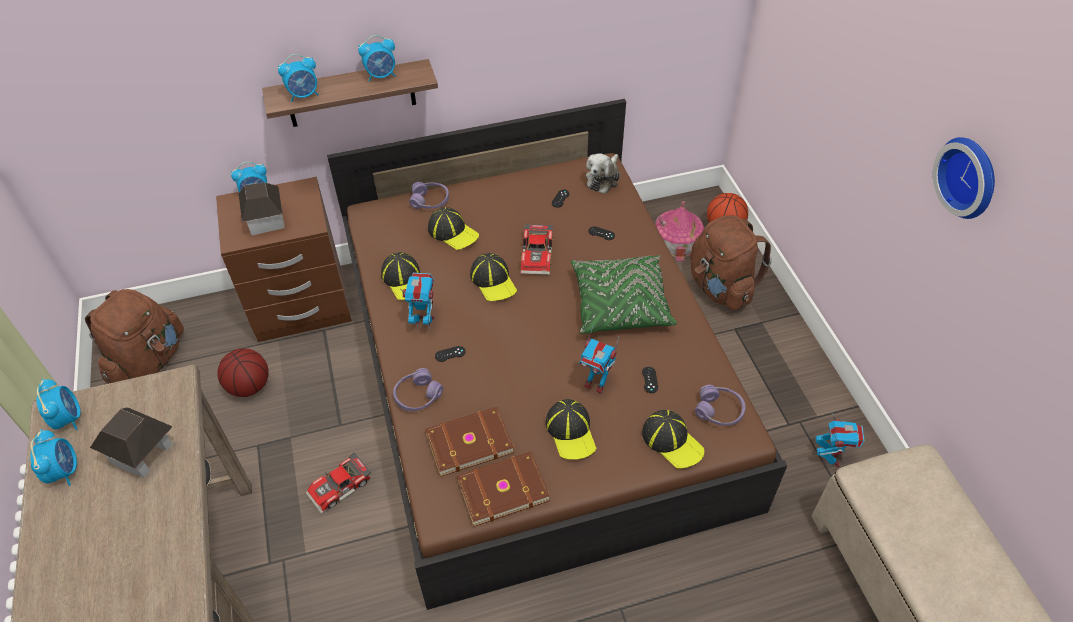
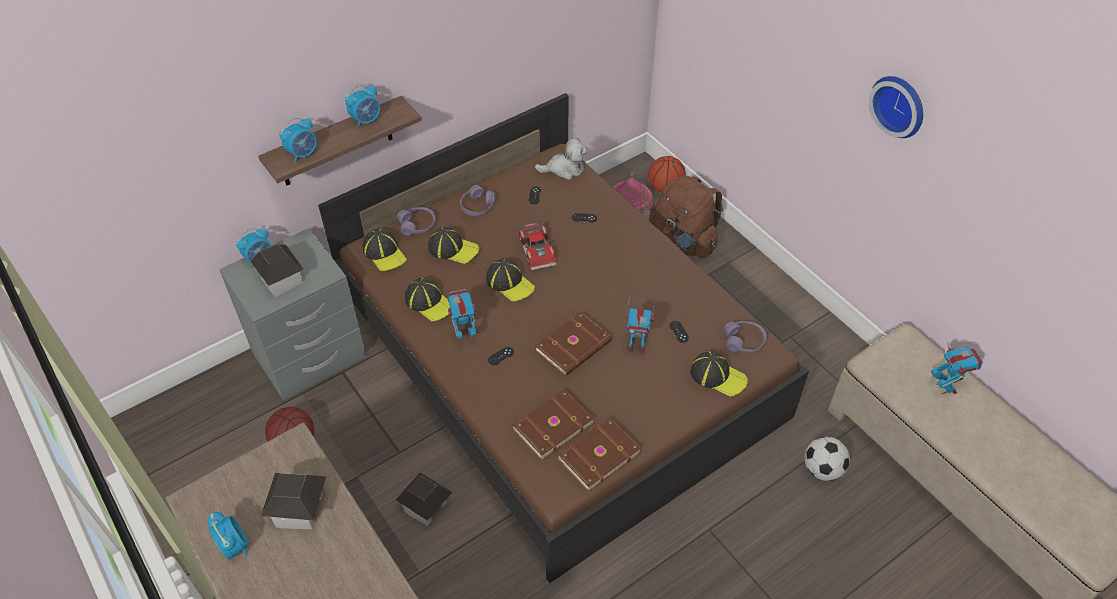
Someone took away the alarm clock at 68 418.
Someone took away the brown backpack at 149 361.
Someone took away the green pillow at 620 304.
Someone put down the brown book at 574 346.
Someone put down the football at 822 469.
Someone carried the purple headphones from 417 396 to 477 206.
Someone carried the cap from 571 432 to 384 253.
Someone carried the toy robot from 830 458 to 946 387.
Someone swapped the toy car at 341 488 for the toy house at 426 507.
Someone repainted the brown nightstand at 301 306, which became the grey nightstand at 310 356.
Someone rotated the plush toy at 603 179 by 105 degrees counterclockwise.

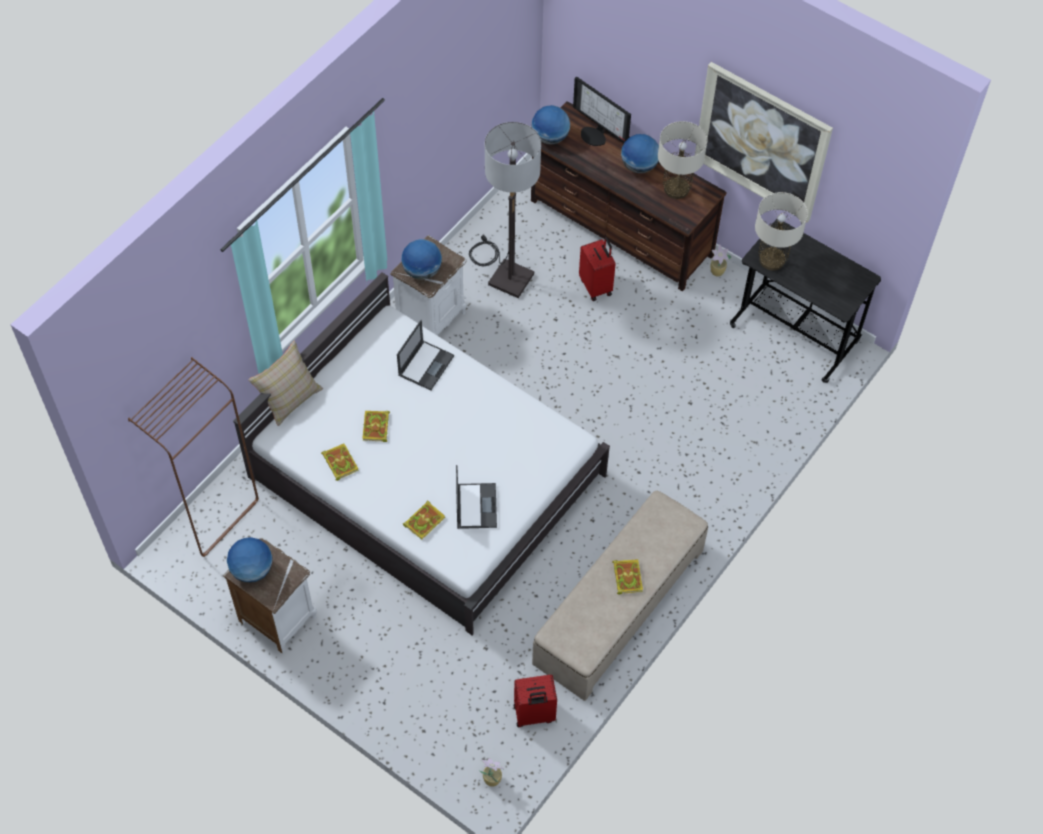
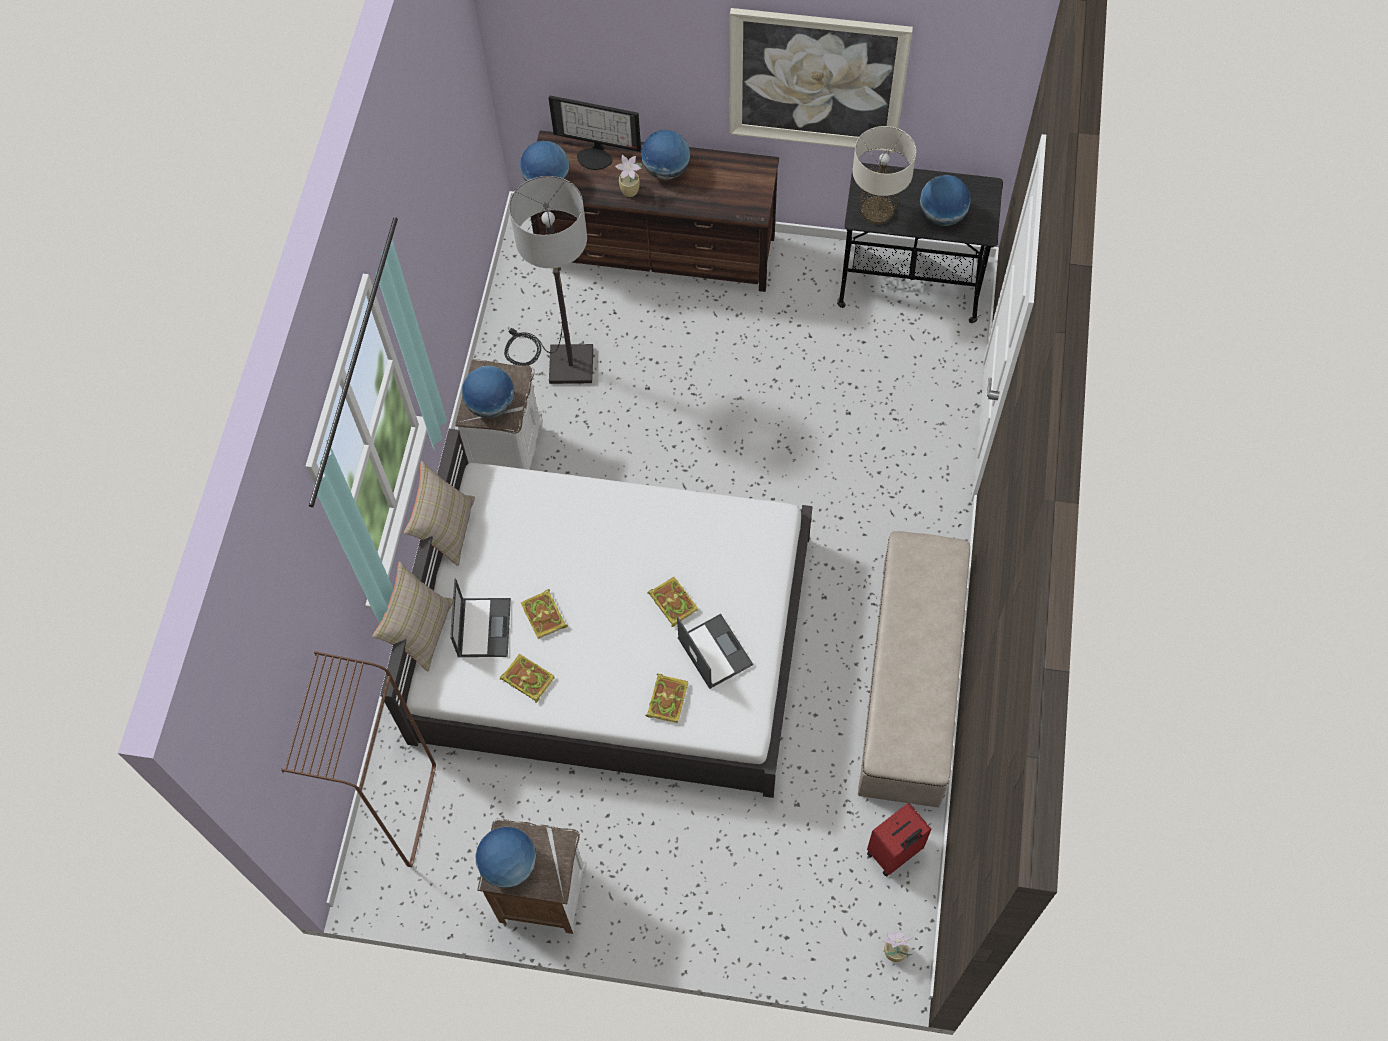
Someone took away the red suitcase at 596 286.
Someone took away the table lamp at 676 189.
Someone put down the beige pillow at 446 528.
Someone put down the globe at 942 215.
Someone carried the laptop from 426 365 to 483 627.
Someone carried the book from 627 576 to 672 602.
Someone carried the potted plant from 717 272 to 630 191.

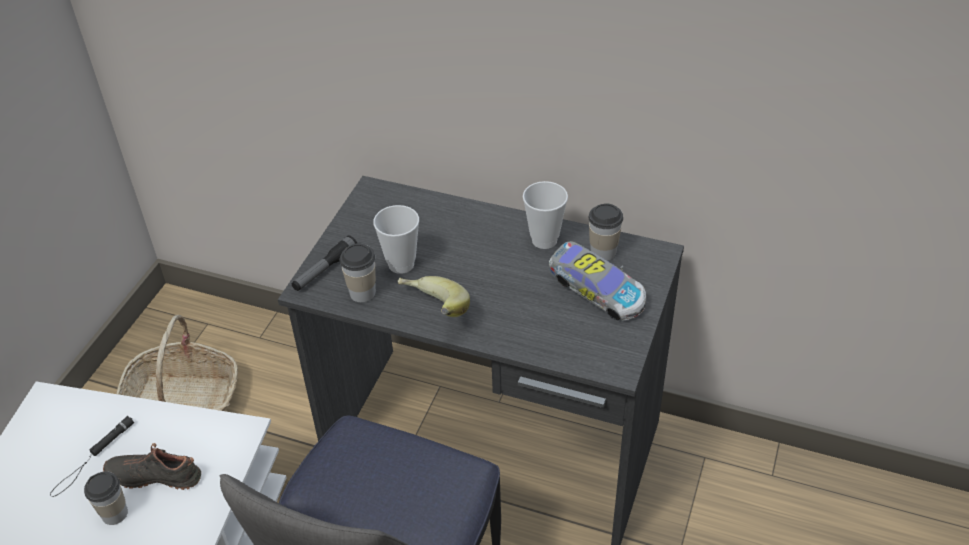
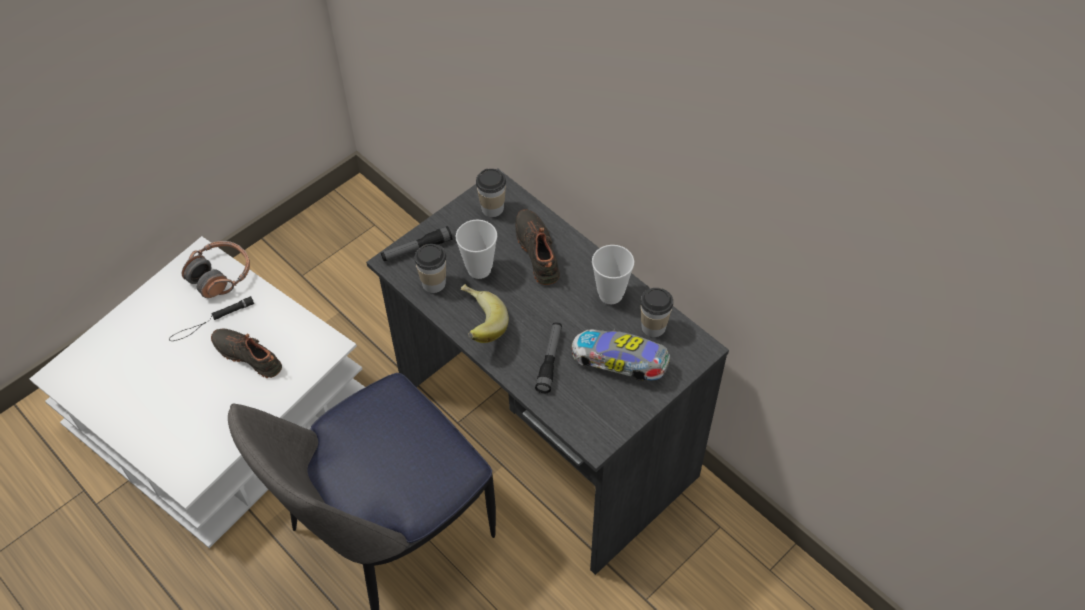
Someone took away the basket at 183 399.
Someone put down the headphones at 220 275.
Someone put down the black shoe at 539 251.
Someone put down the flashlight at 550 360.
Someone carried the cup from 115 513 to 492 208.
Someone rotated the toy car at 594 292 by 135 degrees clockwise.

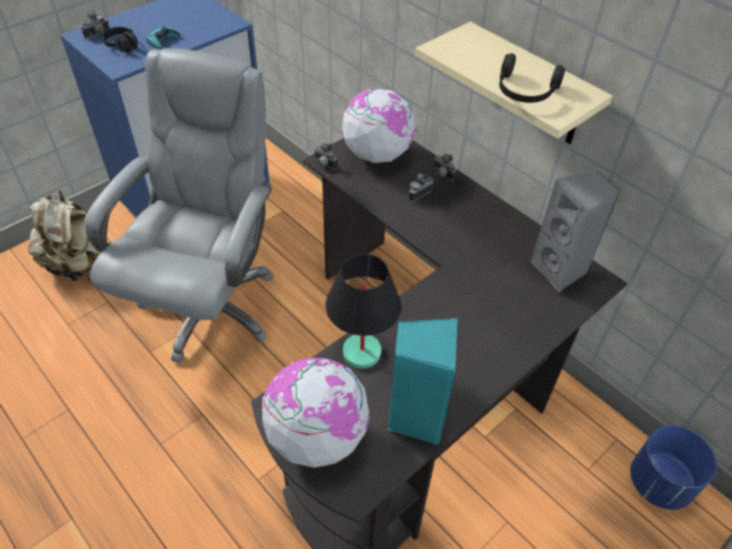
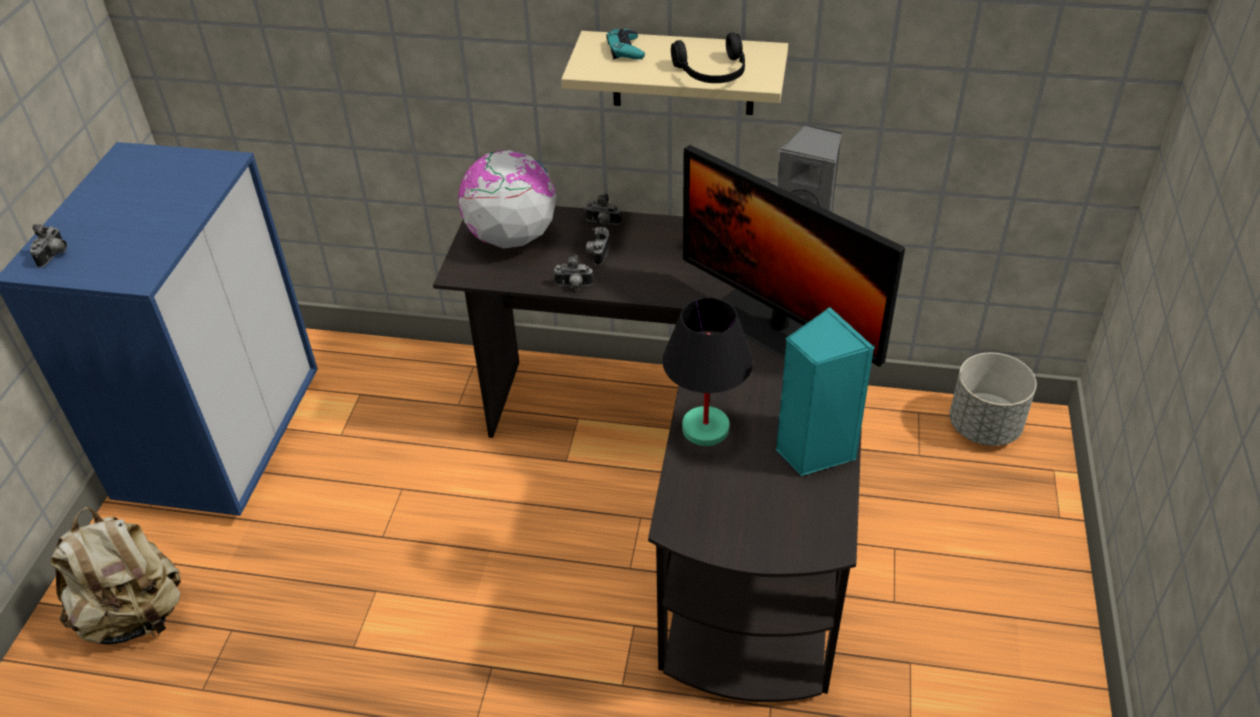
Someone took away the grey office chair at 209 309.
Someone took away the black headphones at 126 48.
Someone took away the globe at 317 437.
Someone put down the monitor at 777 328.
Someone carried the turquoise game controller from 163 41 to 625 50.
Someone carried the photo camera from 324 164 to 573 286.
Someone repainted the blue planter at 659 483, which became the grey planter at 985 426.

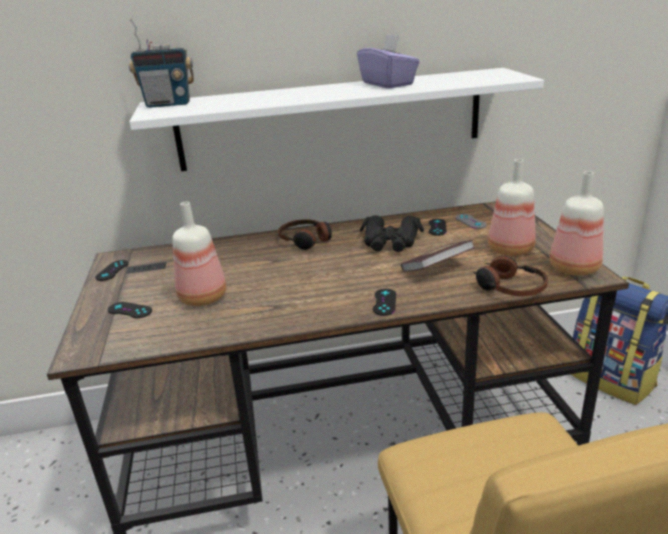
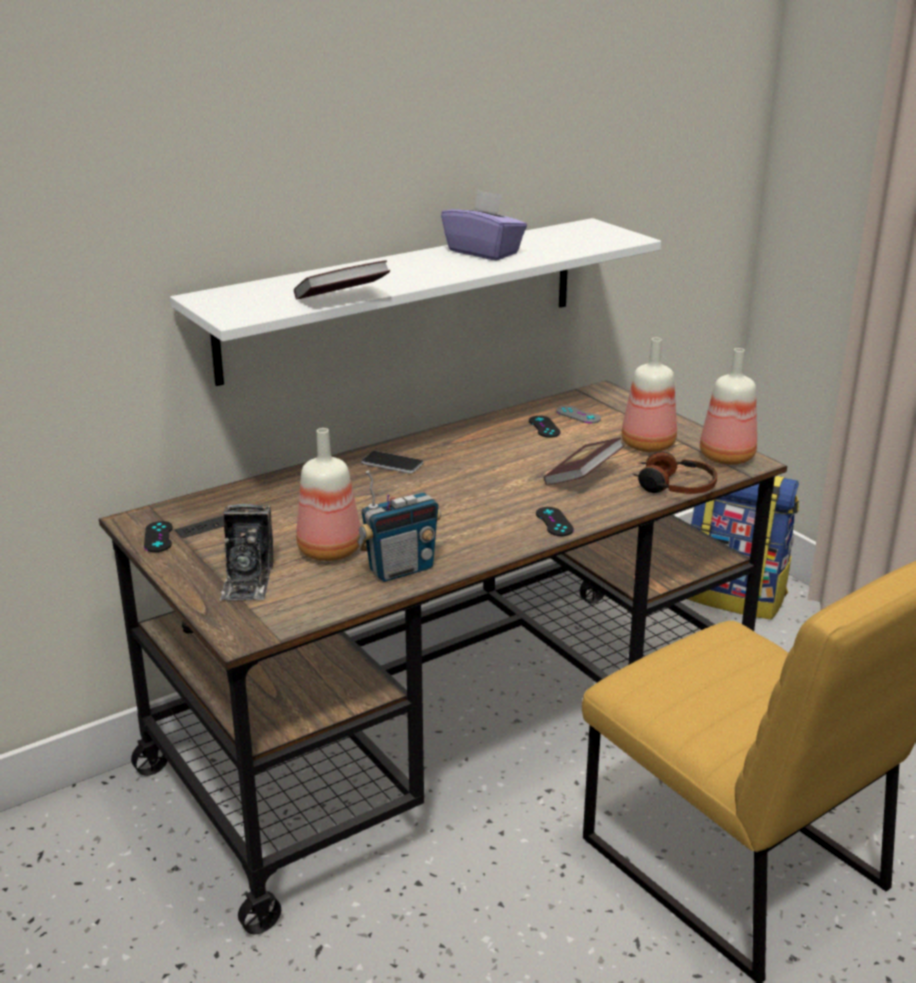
Someone took away the black binoculars at 390 242.
Someone put down the book at 342 299.
Someone carried the radio from 168 104 to 400 569.
Someone swapped the black game controller at 130 310 for the photo camera at 247 579.
Someone swapped the headphones at 306 240 for the phone at 392 463.

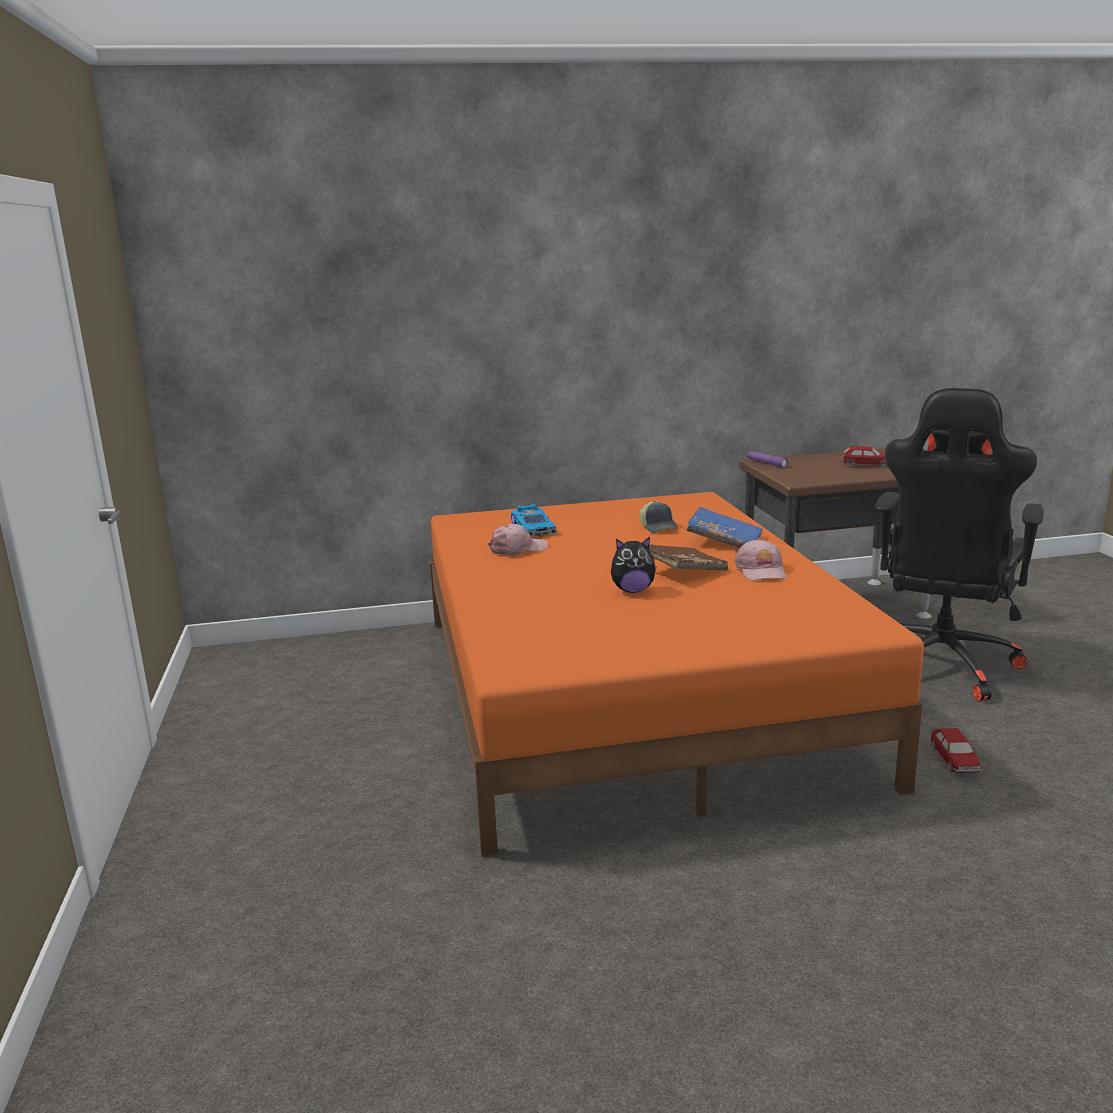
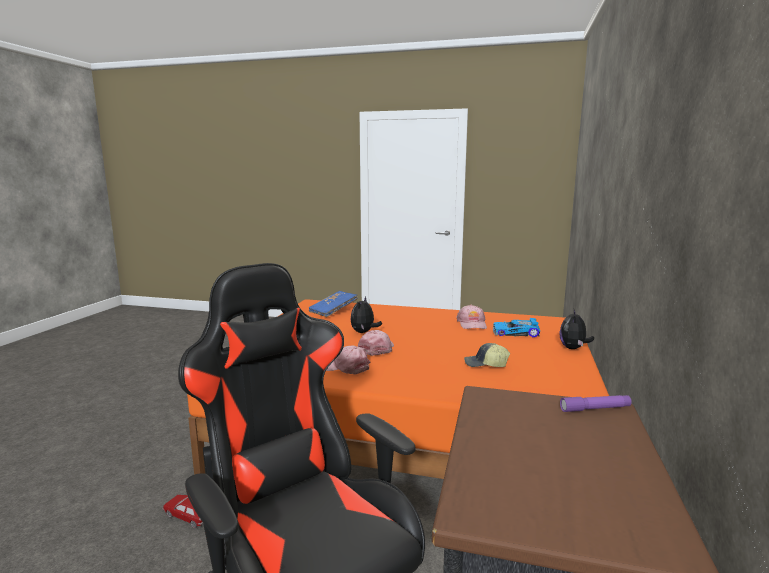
Someone took away the toy car at 867 465.
Someone put down the plush toy at 573 348.
Someone carried the blue book from 724 541 to 333 311.
Someone swapped the brown book at 683 571 for the pink cap at 377 348.

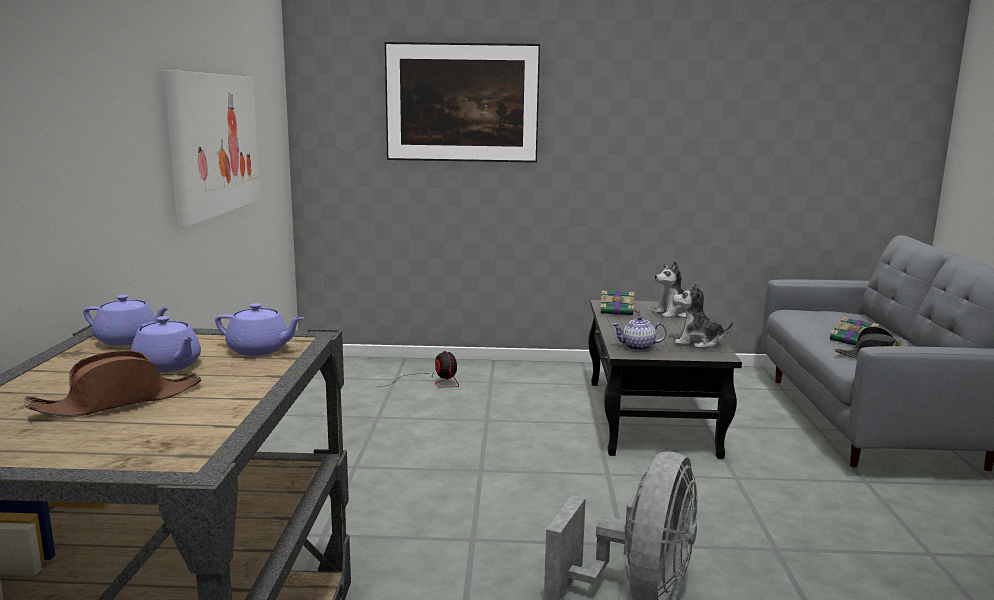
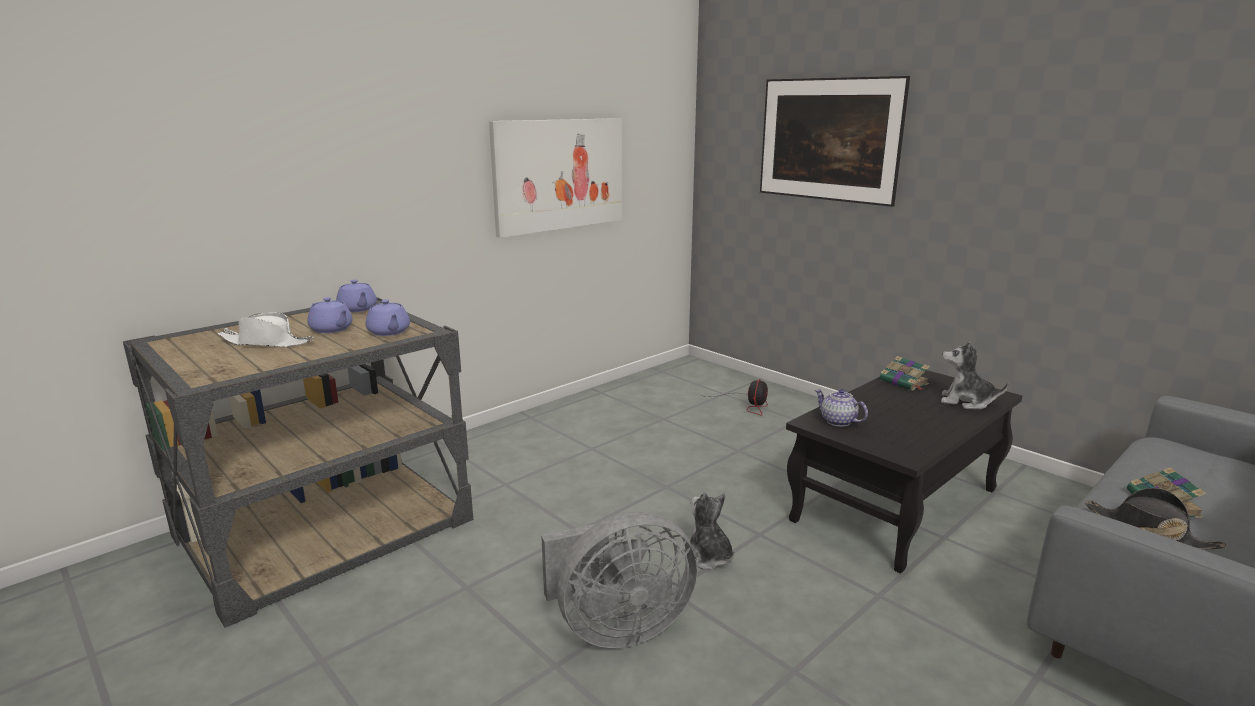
Someone carried the plush toy from 697 342 to 708 557.
Someone repainted the brown hat at 119 401, which became the white hat at 267 343.
Someone rotated the purple teapot at 168 366 by 45 degrees counterclockwise.

